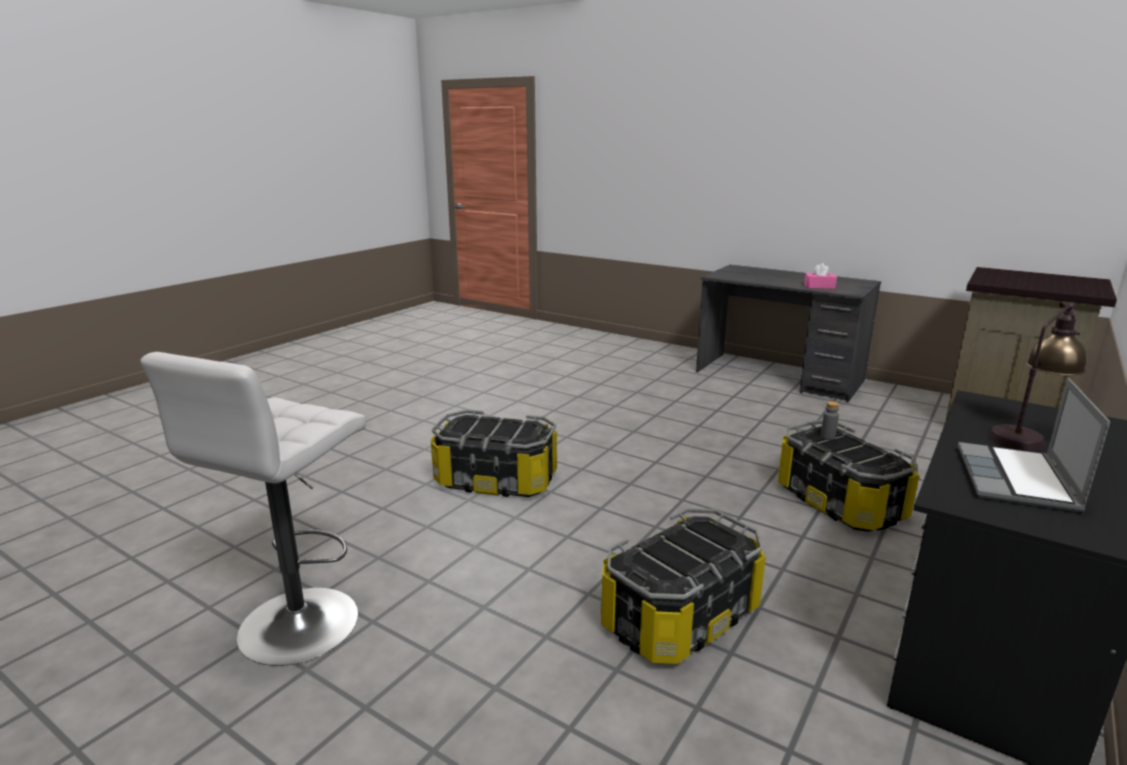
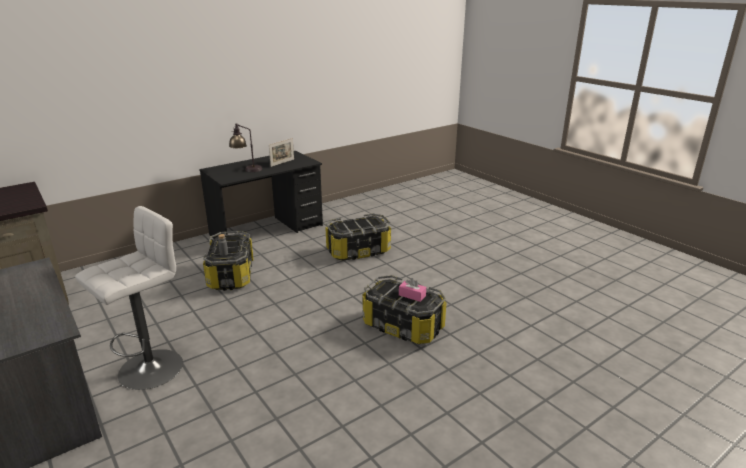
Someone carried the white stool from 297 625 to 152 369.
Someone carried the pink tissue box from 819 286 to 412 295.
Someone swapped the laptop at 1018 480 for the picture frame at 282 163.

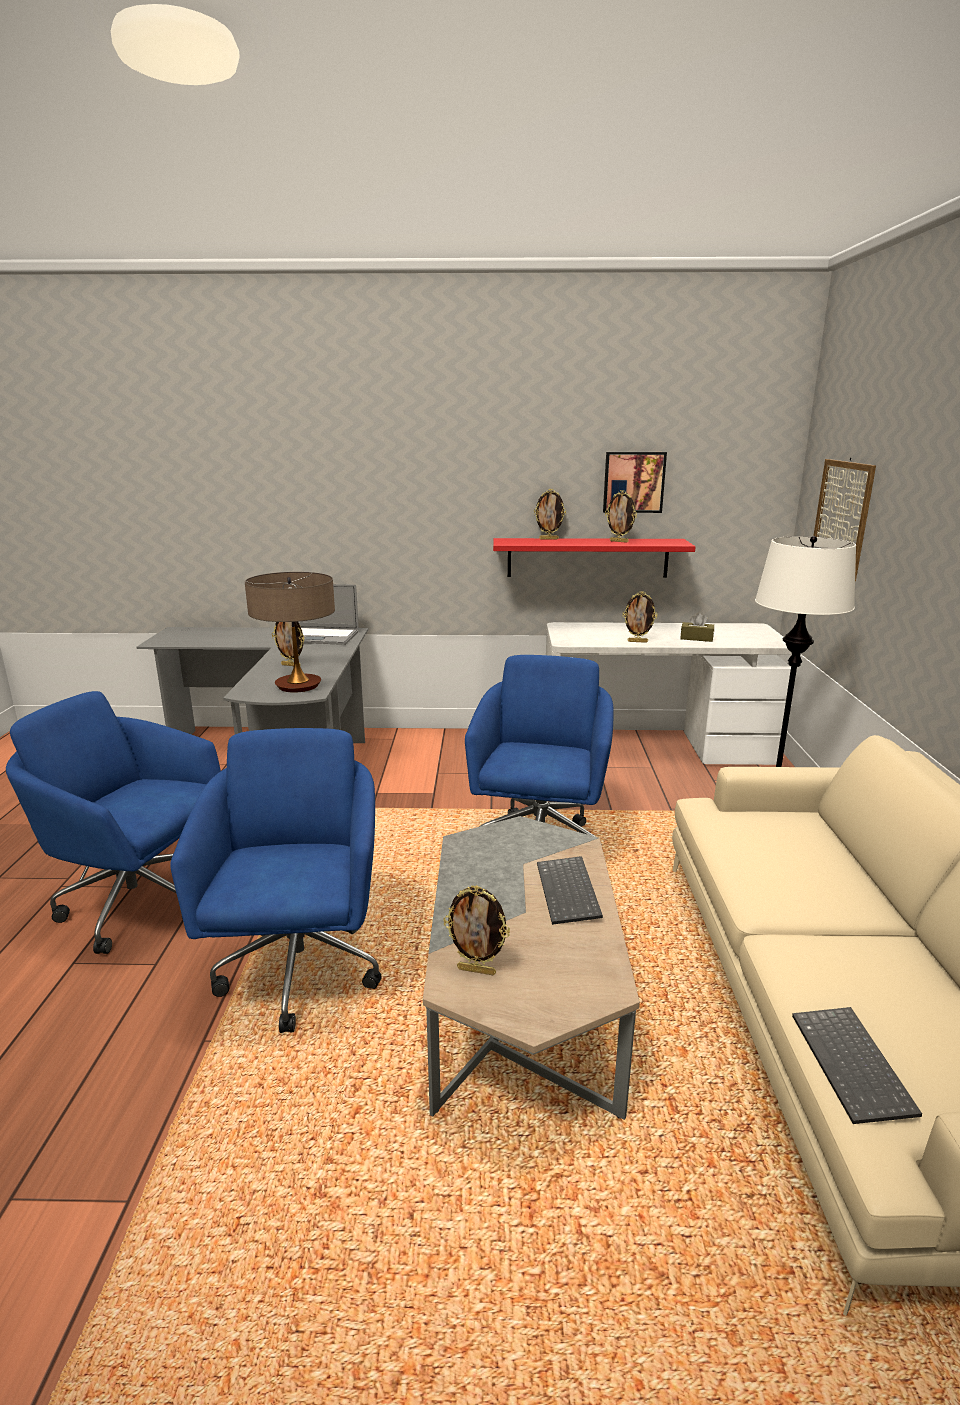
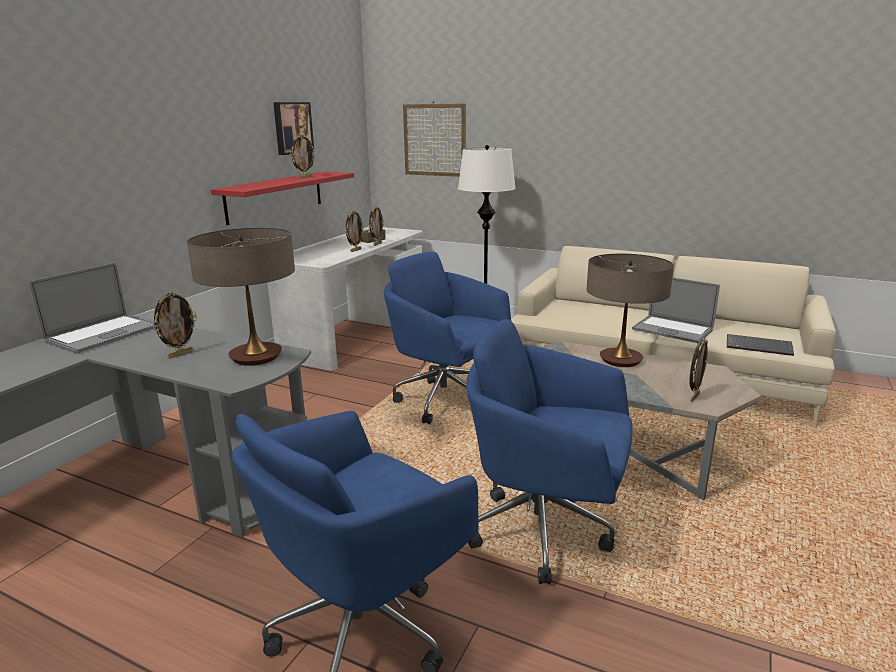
Someone put down the laptop at 672 329.
Someone carried the picture frame from 549 539 to 377 244.
Someone swapped the keyboard at 570 892 for the table lamp at 621 360.

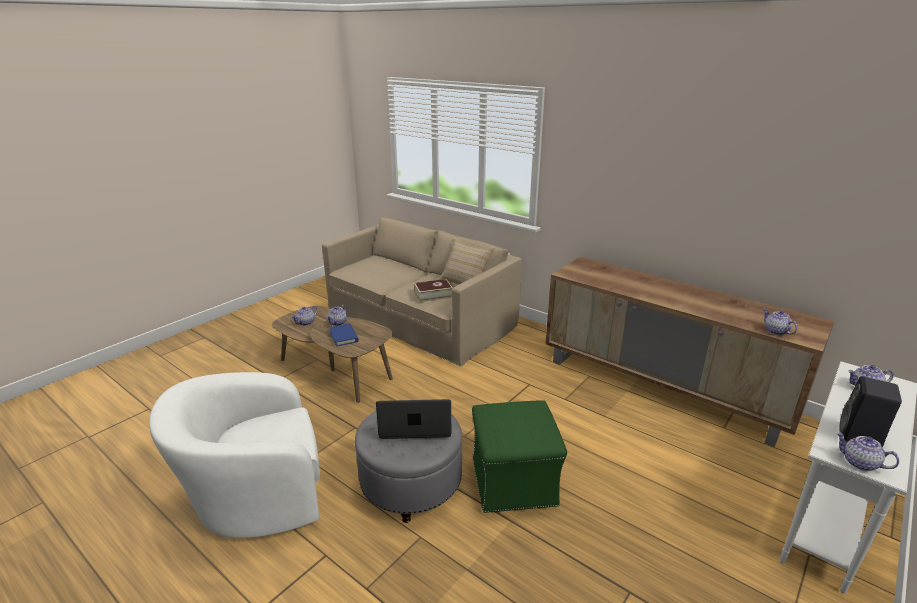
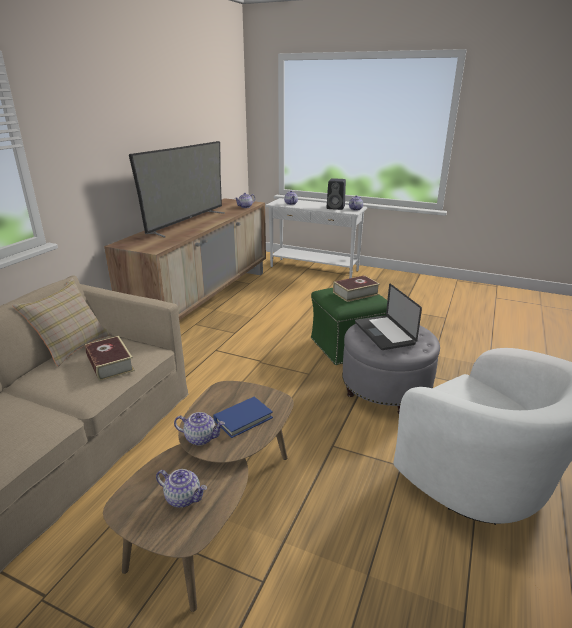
Someone put down the television at 187 223.
Someone put down the book at 355 293.

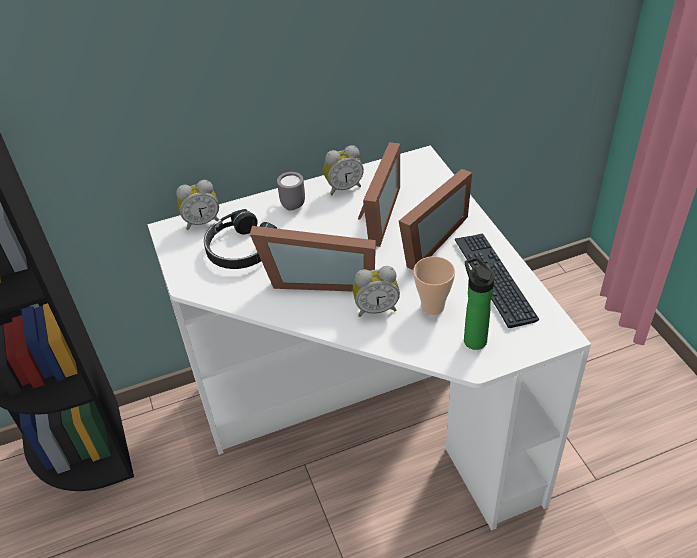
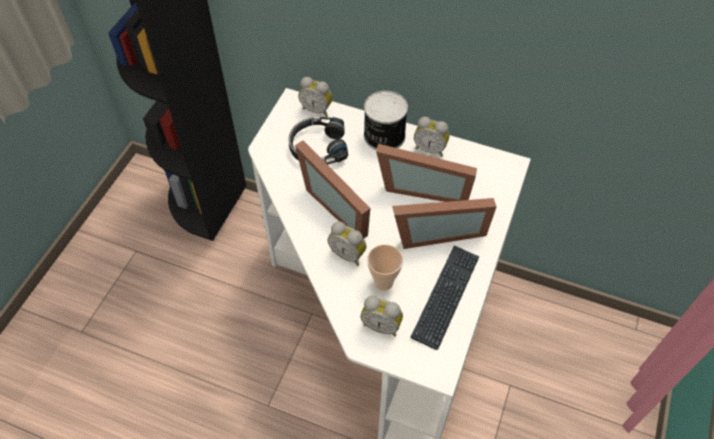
Someone swapped the grey mug at 291 203 for the can at 383 136.
Someone swapped the bottle at 473 338 for the alarm clock at 381 325.
Someone rotated the picture frame at 374 217 by 45 degrees clockwise.

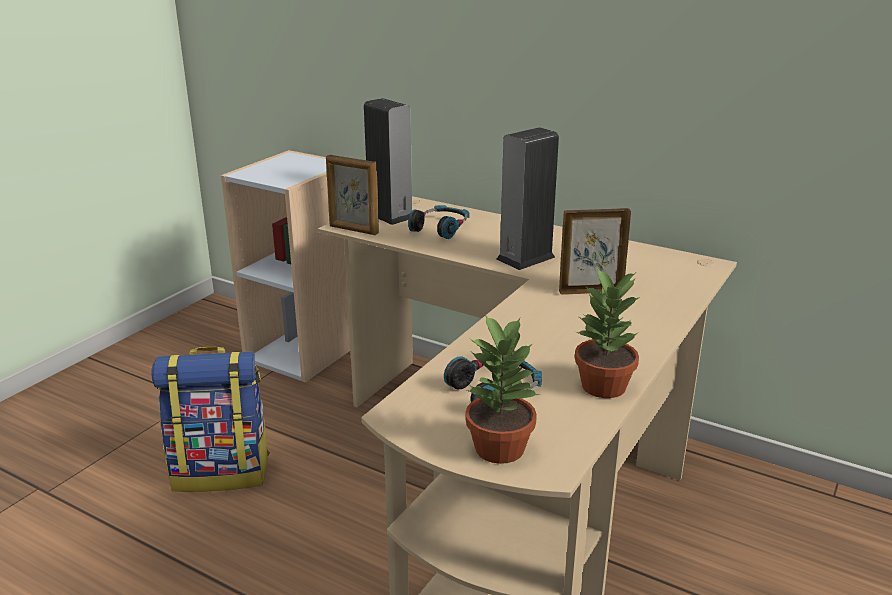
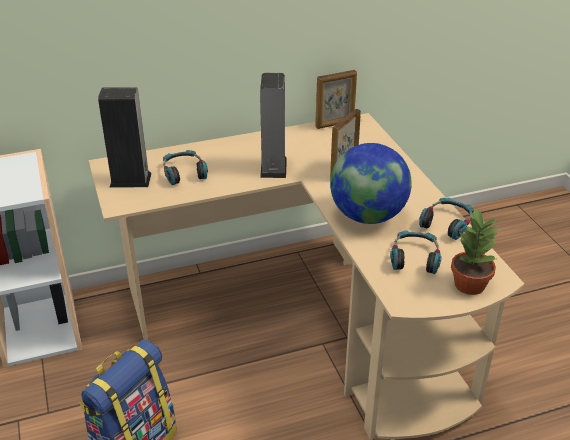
Someone put down the globe at 368 216.
Someone carried the picture frame from 353 230 to 335 124.
Someone swapped the potted plant at 604 387 for the headphones at 446 223.

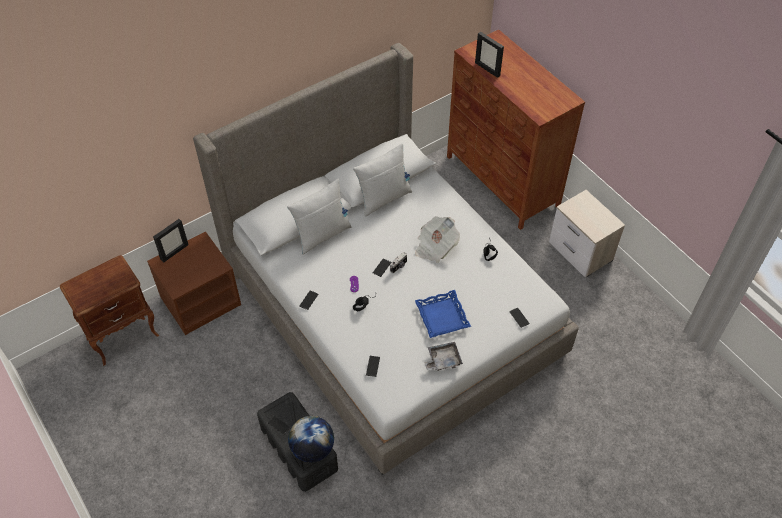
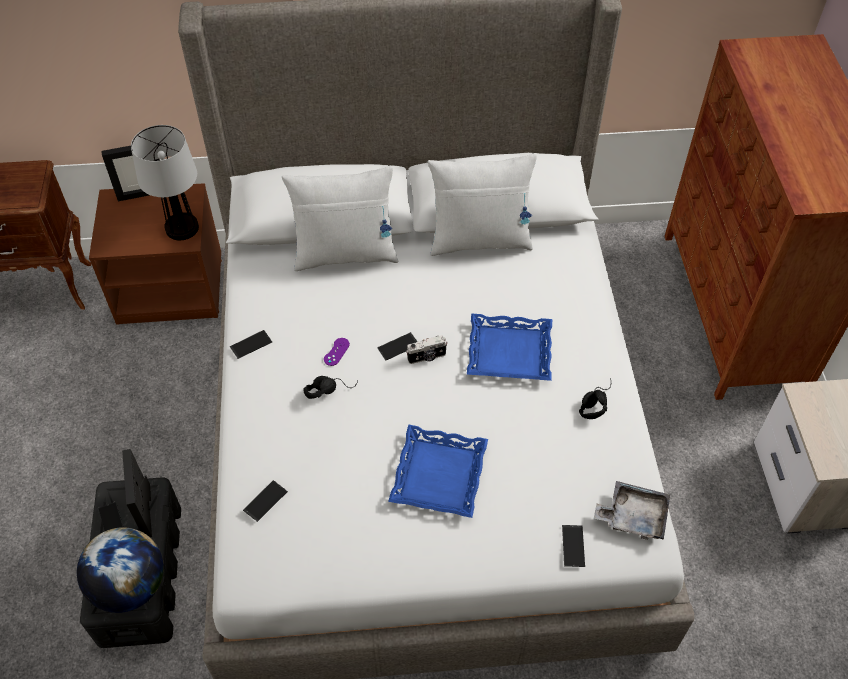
Someone put down the table lamp at 182 228.
Someone carried the grey tray from 443 360 to 633 516.
Someone carried the picture frame from 487 69 to 147 511.
Someone swapped the newspaper at 435 247 for the blue tray at 509 353.

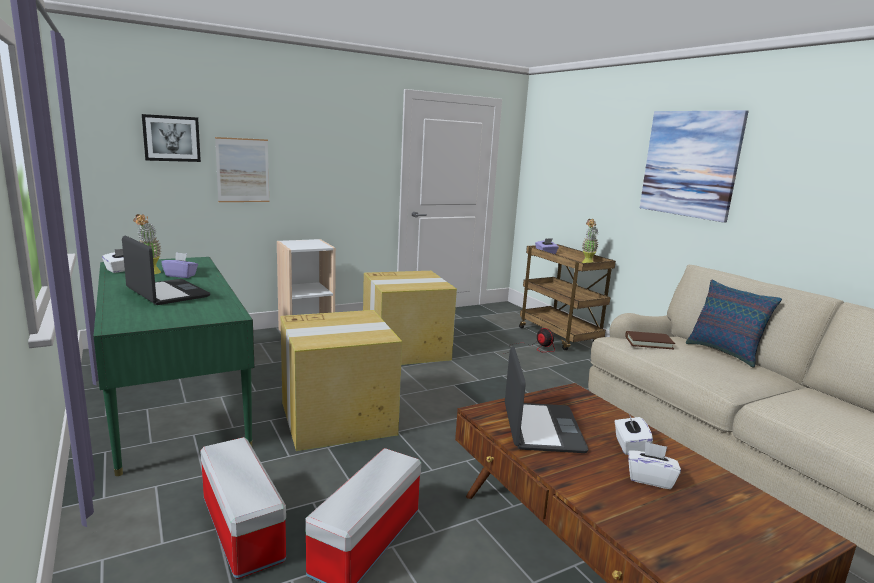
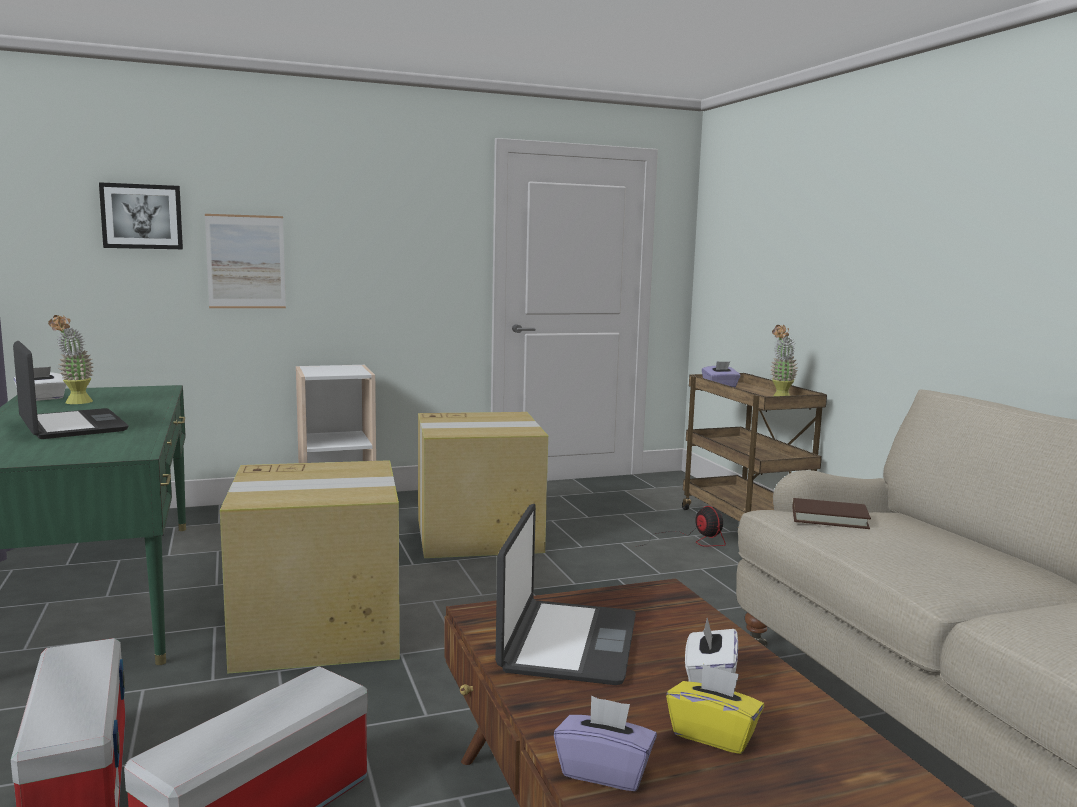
Someone took away the picture at 690 164.
Someone took away the blue pillow at 724 353.
Someone carried the purple tissue box from 181 275 to 604 771.
Someone repainted the white tissue box at 650 479, which became the yellow tissue box at 713 734.

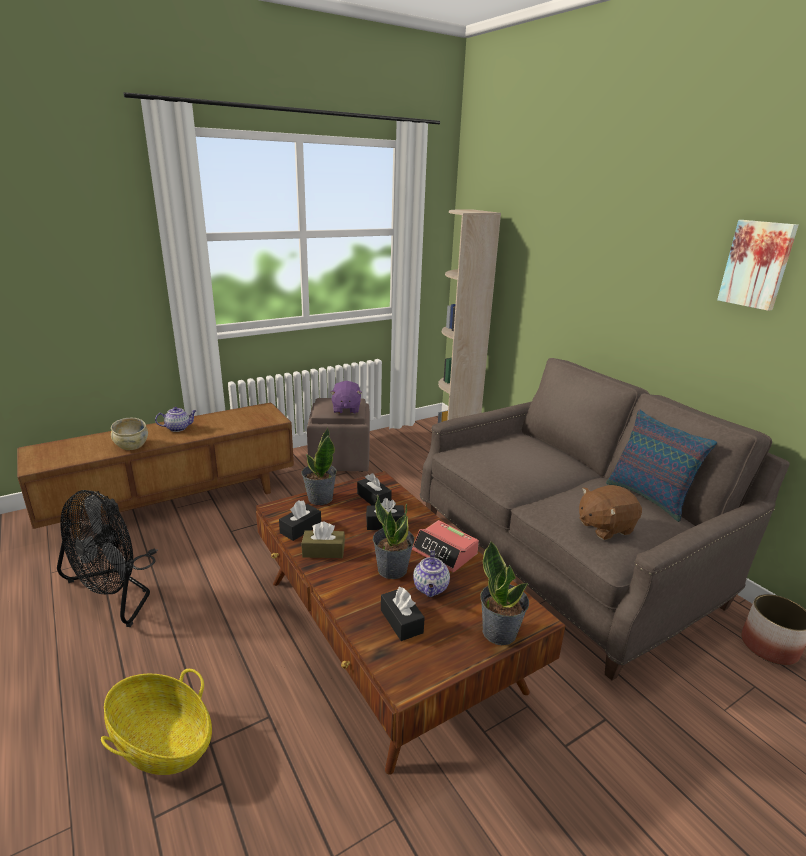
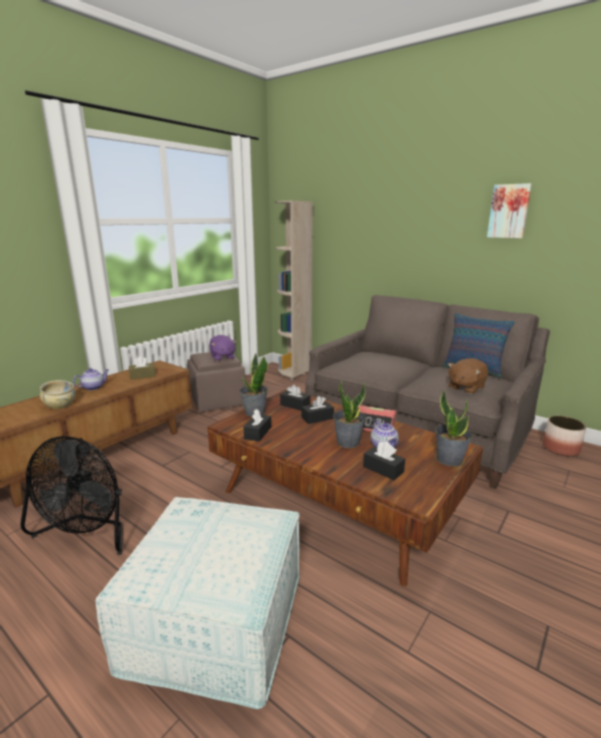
Someone carried the brown tissue box from 323 551 to 142 376.
Someone swapped the basket at 162 742 for the white ottoman at 216 626.

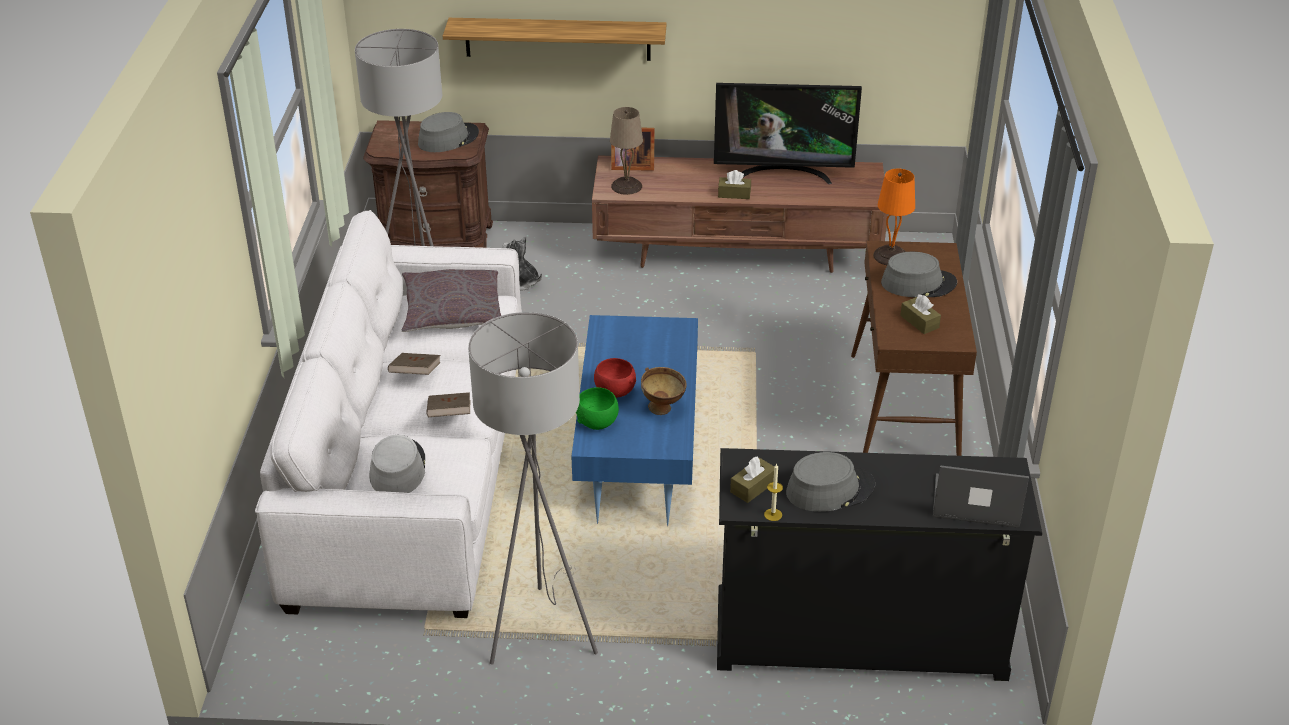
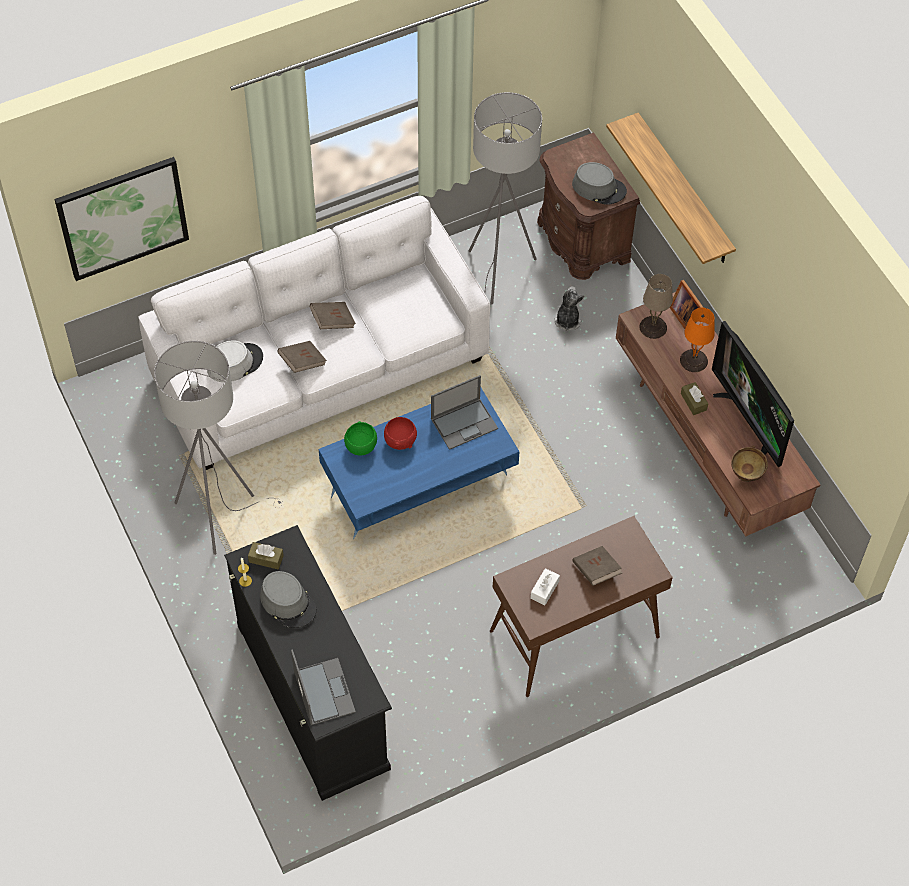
Someone took away the grey pillow at 452 311.
Someone put up the picture at 122 217.
Someone put down the laptop at 464 423.
Someone carried the brown bowl from 664 410 to 745 478.
Someone carried the orange table lamp from 891 256 to 693 361.
Someone swapped the grey hat at 918 283 for the brown book at 596 571.
Someone repainted the brown tissue box at 919 322, which became the white tissue box at 544 590.

